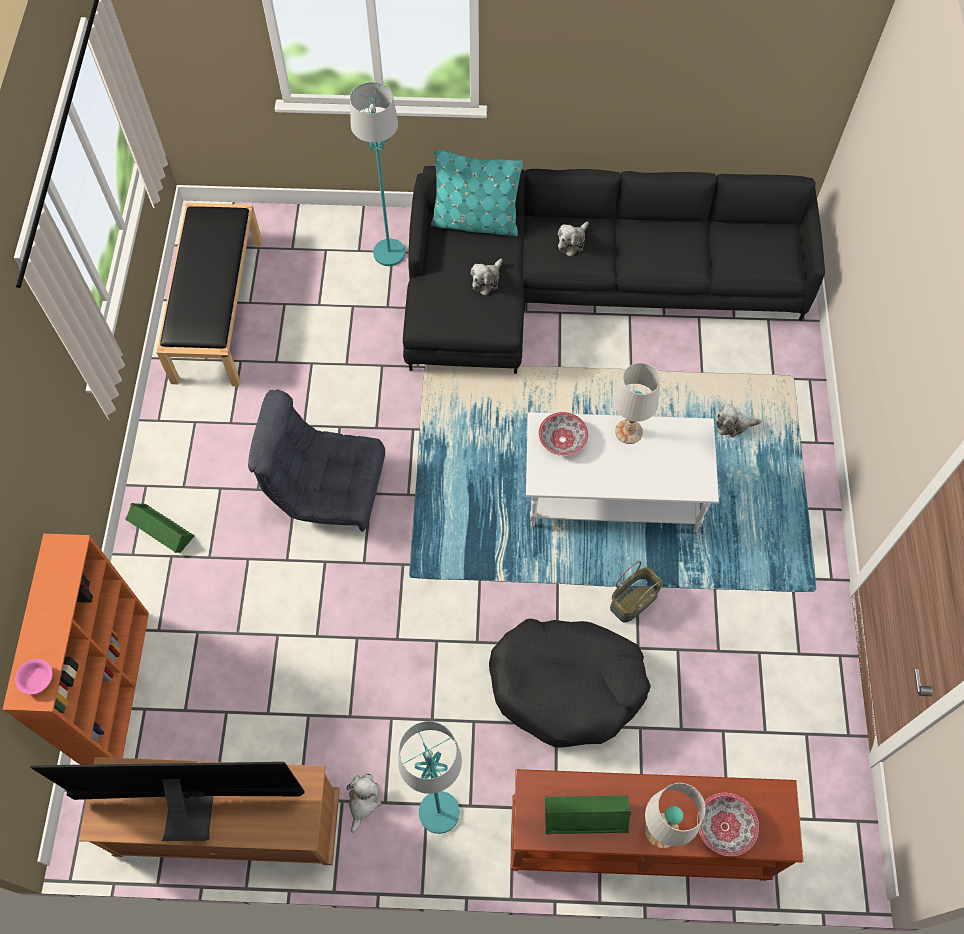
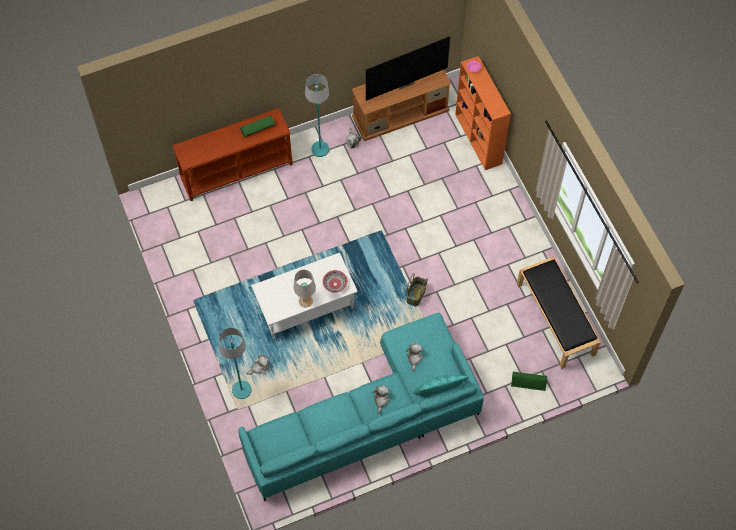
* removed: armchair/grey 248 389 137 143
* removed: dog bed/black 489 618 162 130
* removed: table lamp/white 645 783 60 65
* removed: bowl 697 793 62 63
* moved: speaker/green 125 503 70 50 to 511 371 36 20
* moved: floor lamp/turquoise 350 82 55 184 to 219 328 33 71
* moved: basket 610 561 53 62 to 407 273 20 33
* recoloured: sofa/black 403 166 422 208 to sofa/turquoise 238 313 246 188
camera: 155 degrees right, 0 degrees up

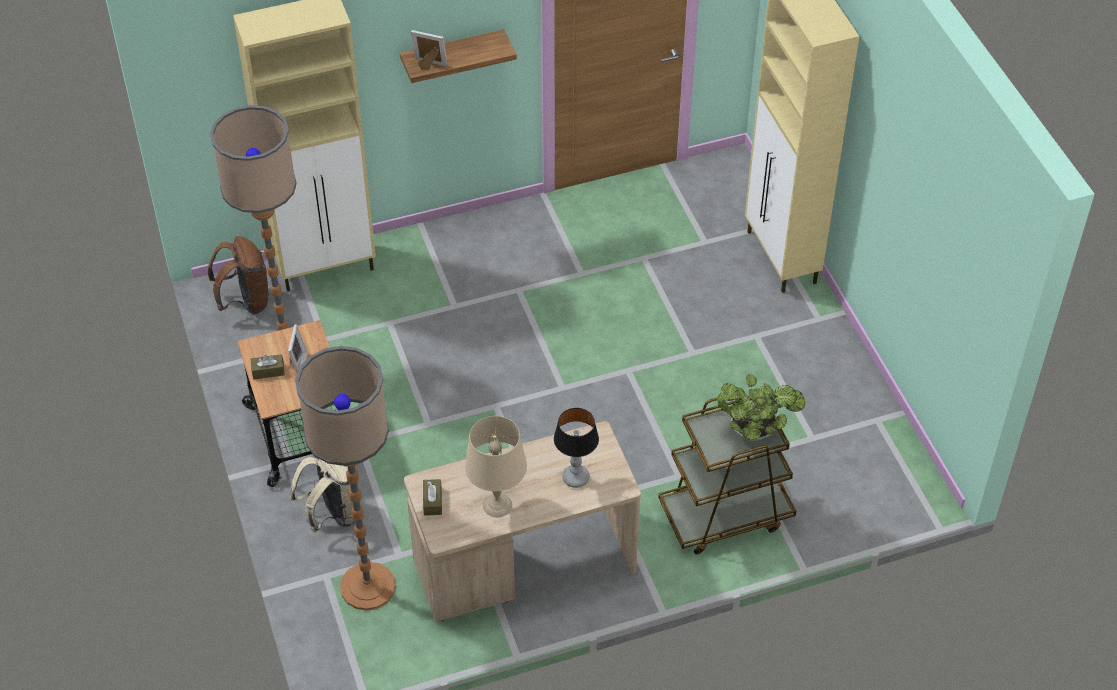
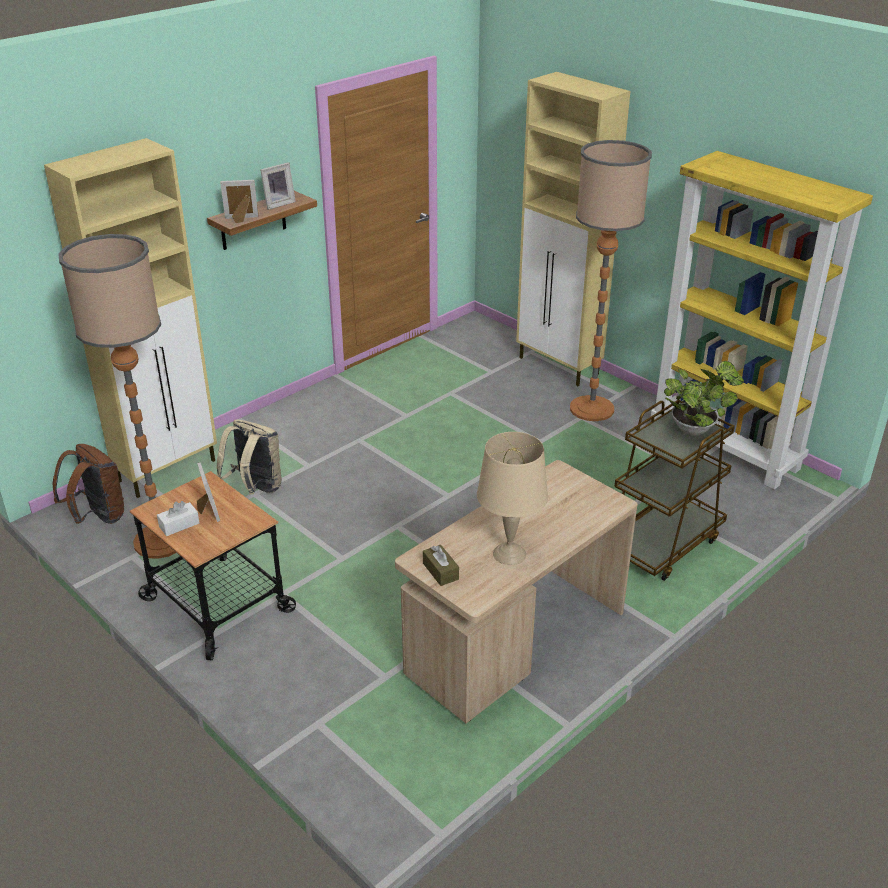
* removed: table lamp 554 408 45 80
* added: picture frame 260 162 36 48
* added: bookcase/yellow 651 151 222 339
* moved: backpack/beige 290 457 65 76 to 217 419 65 76
* moved: floor lamp 295 346 101 264 to 570 140 82 281
* recoloured: tissue box/brown 251 354 34 25 to tissue box/white 157 501 42 35
camera: 25 degrees left, 15 degrees down

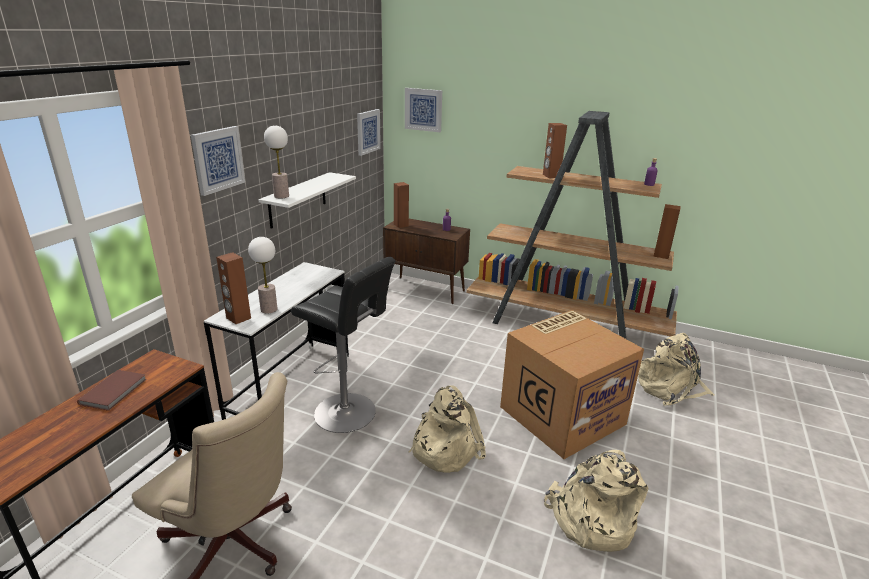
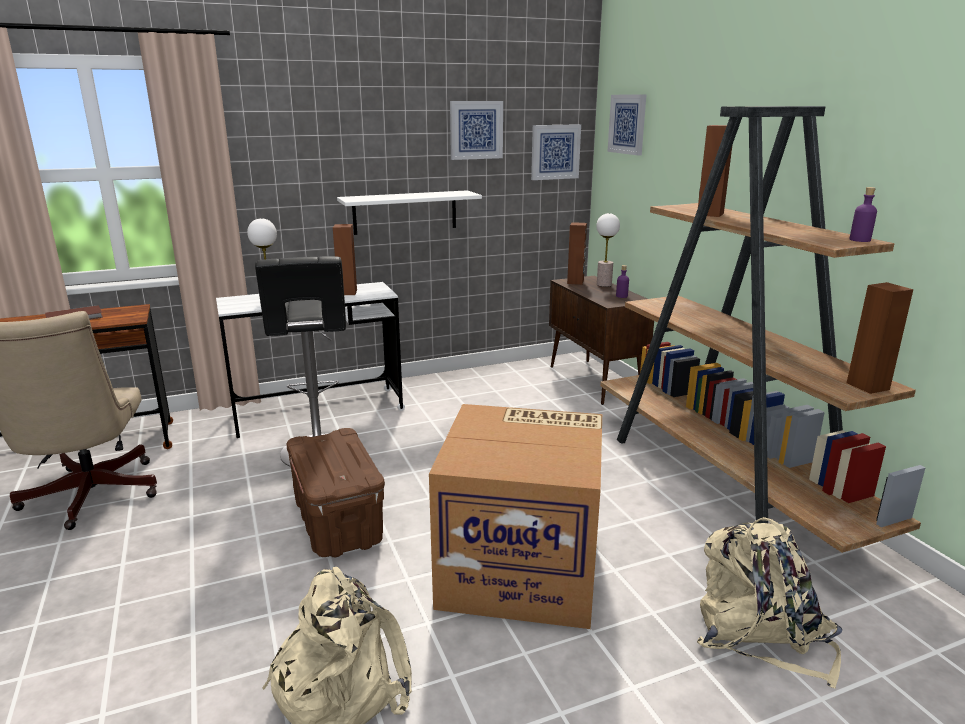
* moved: picture 191 126 54 70 to 450 101 53 59
* moved: speaker/brown 216 252 35 72 to 333 224 24 71
* moved: table lamp 264 125 25 74 to 596 213 24 74
* replaced: backpack/beige 409 385 77 88 to storage box/brown 286 428 99 130
camera: 45 degrees right, 5 degrees down

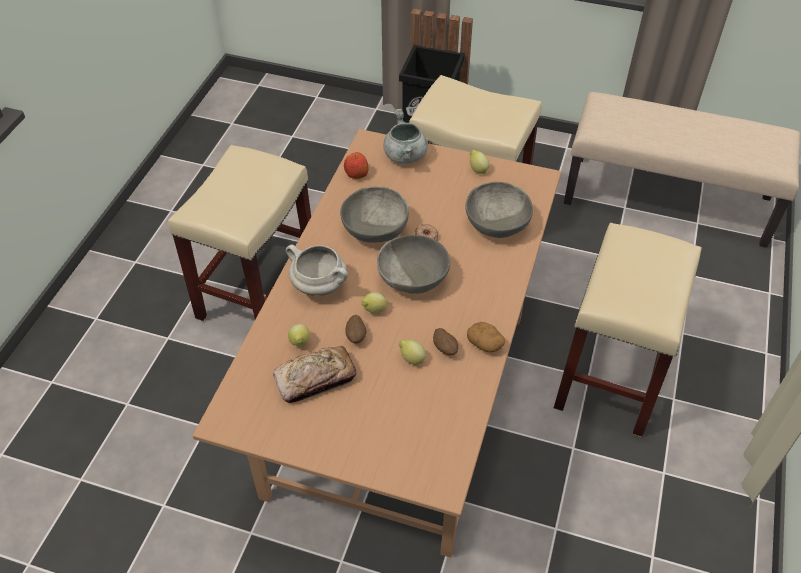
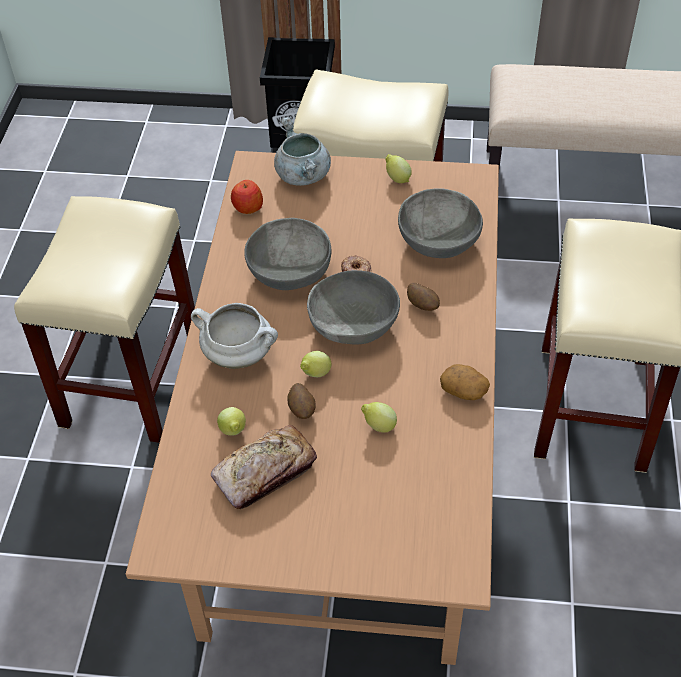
* moved: potato 433 328 25 27 to 407 283 33 28
camera: 10 degrees left, 0 degrees up

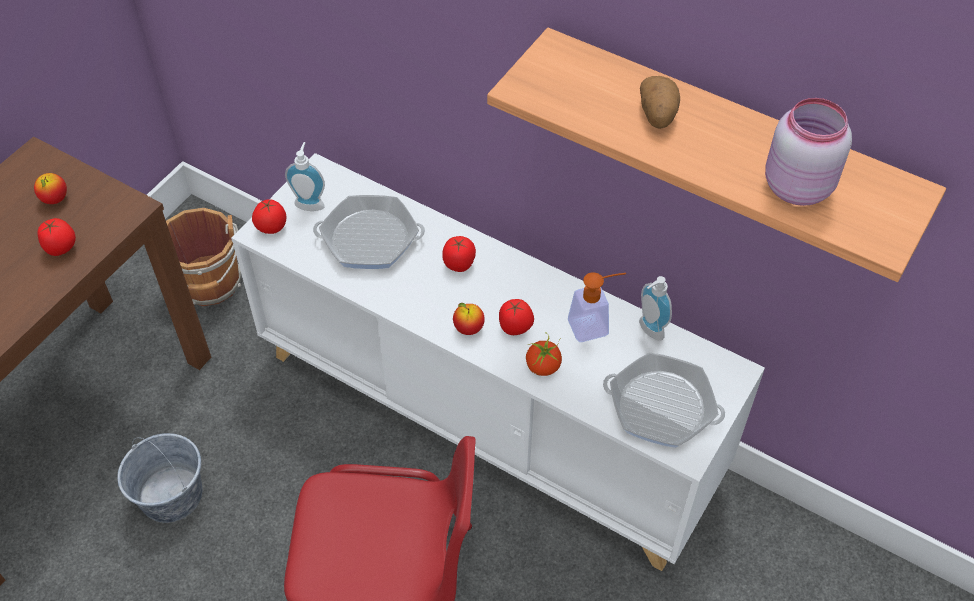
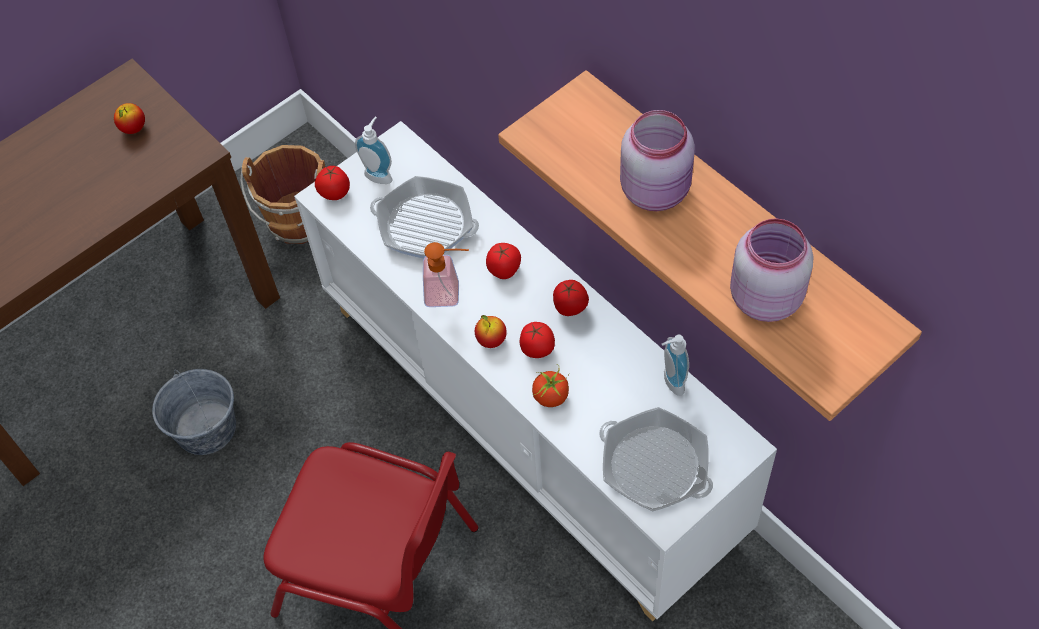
* moved: tomato 37 218 39 38 to 553 280 36 36
* moved: soap dispenser 568 272 58 70 to 423 242 46 65
* replaced: potato 640 76 40 53 to jar/pink 620 110 75 101
camera: 20 degrees right, 5 degrees up

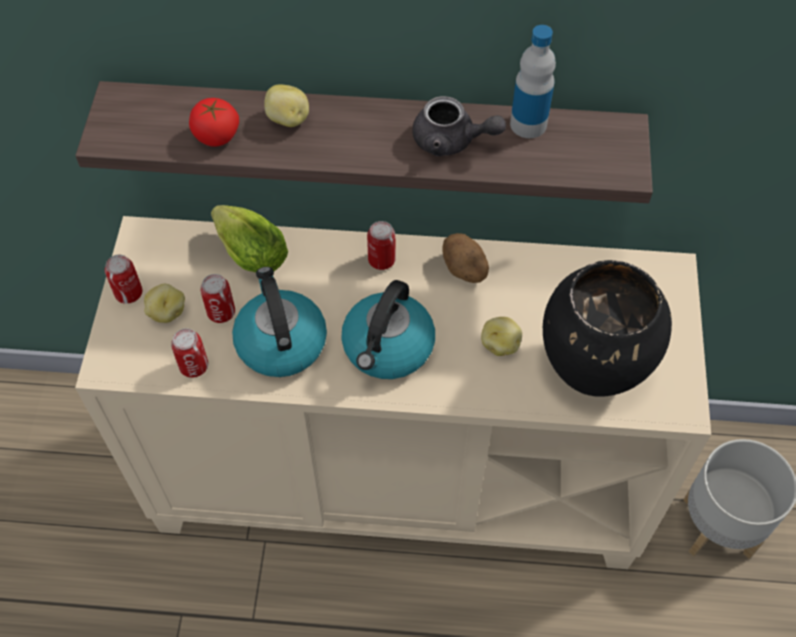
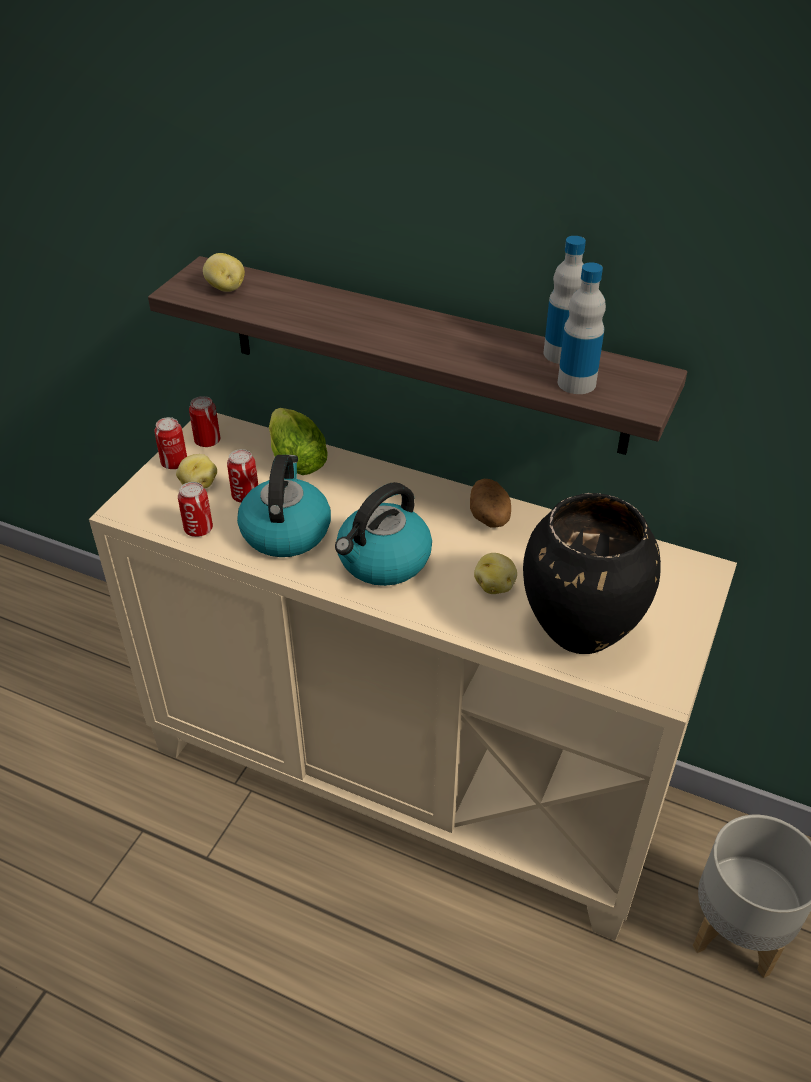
* removed: tomato 189 98 50 49
* removed: teapot/grey 413 96 93 60
* added: bottle 558 262 48 132
* moved: potato 264 84 45 43 to 203 253 42 39
* moved: can 367 221 29 49 to 189 396 31 51
camera: 20 degrees right, 15 degrees down

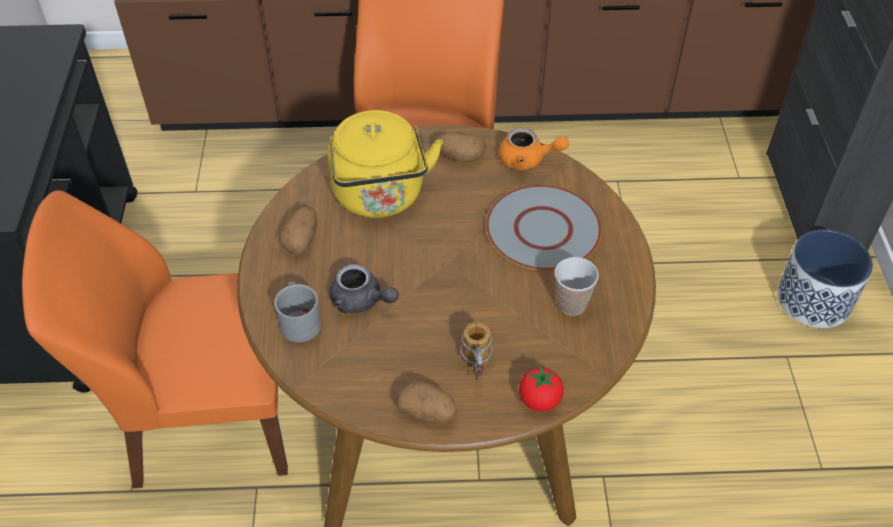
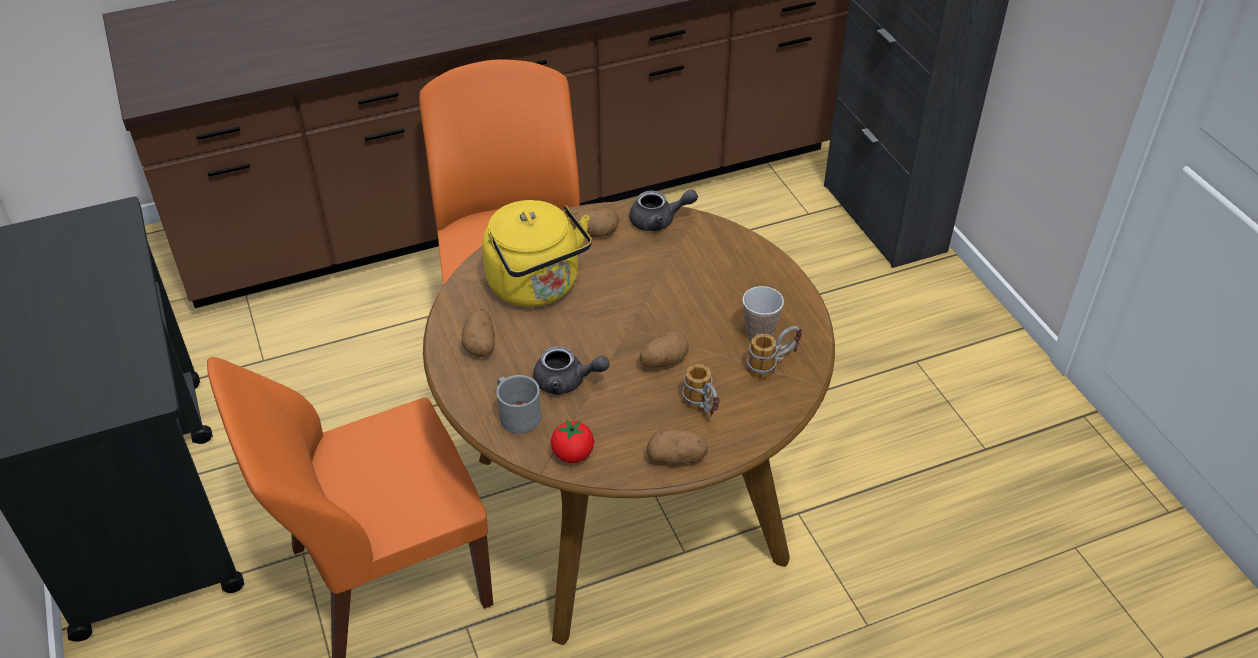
* removed: plate/grey 486 185 116 86
* removed: planter 777 230 96 98
* added: potato 640 330 49 38
* added: mug 747 326 55 53
* moved: tomato 519 366 45 46 to 551 419 43 44
* recoloured: teapot/orange 499 127 70 43 to teapot/grey 629 189 69 42
camera: 20 degrees left, 5 degrees down

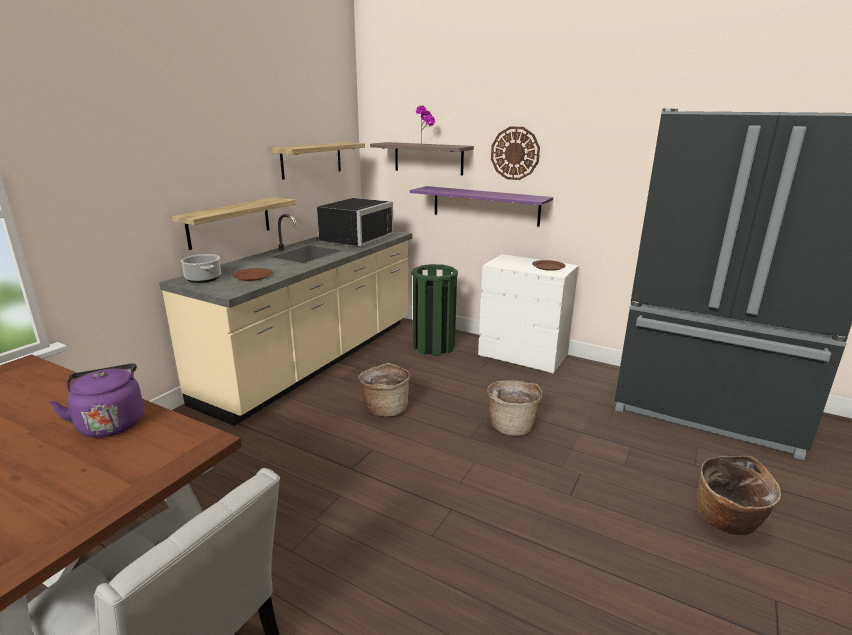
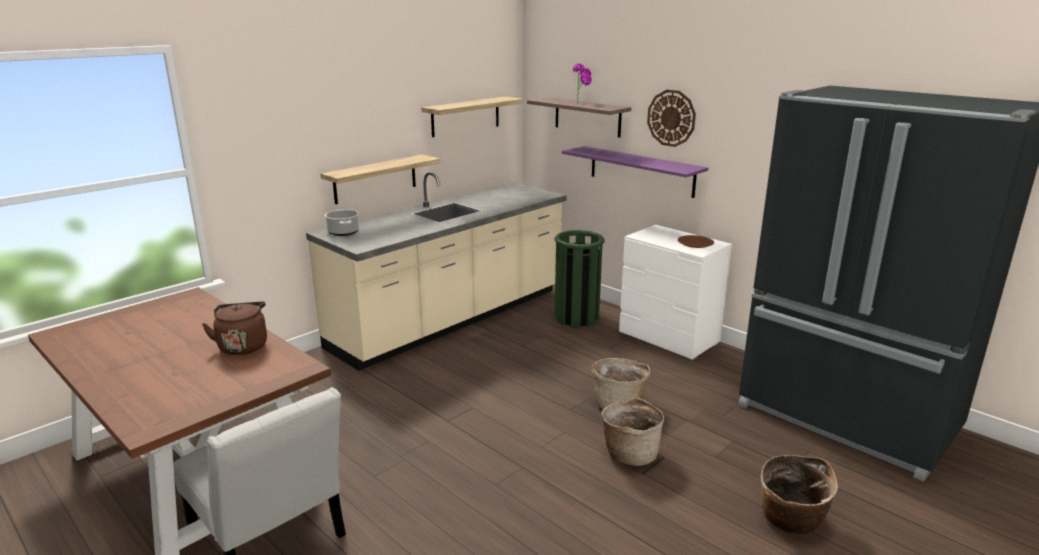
* removed: plate/brown 232 268 41 13
* removed: microwave/black 316 198 77 49
* moved: basket 359 363 51 53 to 602 398 62 68
* recoloured: kettle/purple 49 363 95 75 to kettle/brown 202 301 65 54
camera: 15 degrees right, 0 degrees up

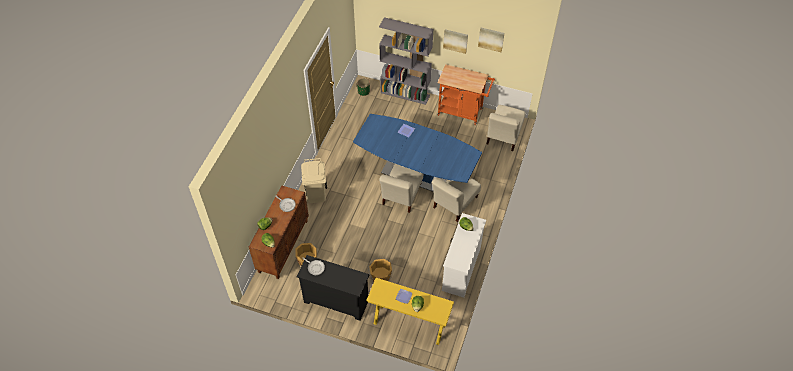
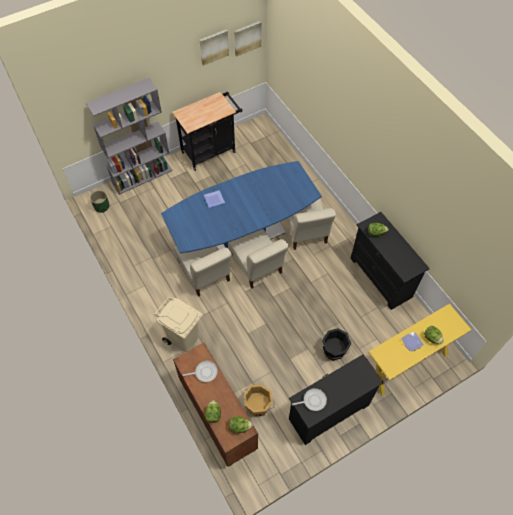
* moved: picture 443 29 25 25 to 234 21 27 36
* moved: chair/beige 487 105 39 46 to 174 246 58 51
* recoloured: bucket/orange 369 259 23 22 to bucket/black 321 328 31 33
* recoloured: cart/orange 437 64 58 61 to cart/black 172 92 70 79
* recoloured: dresser/white 442 213 44 85 to dresser/black 350 212 80 98
camera: 50 degrees left, 5 degrees up

